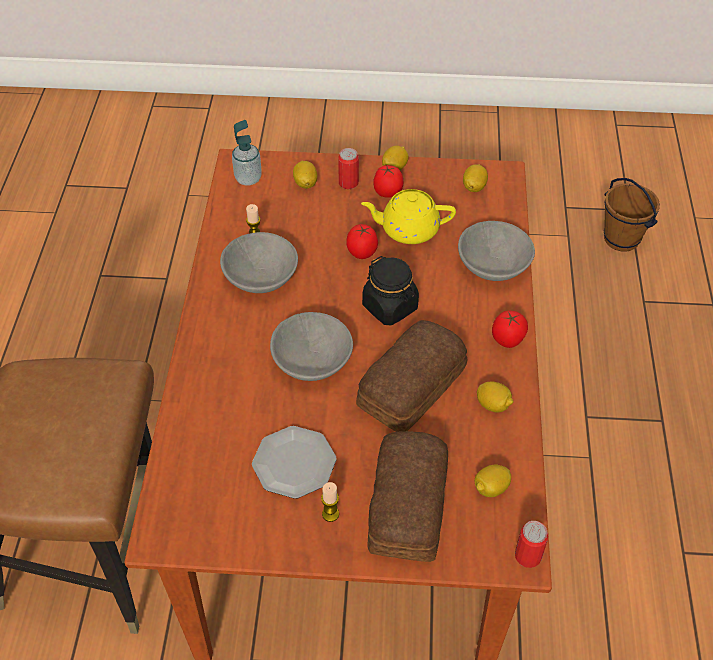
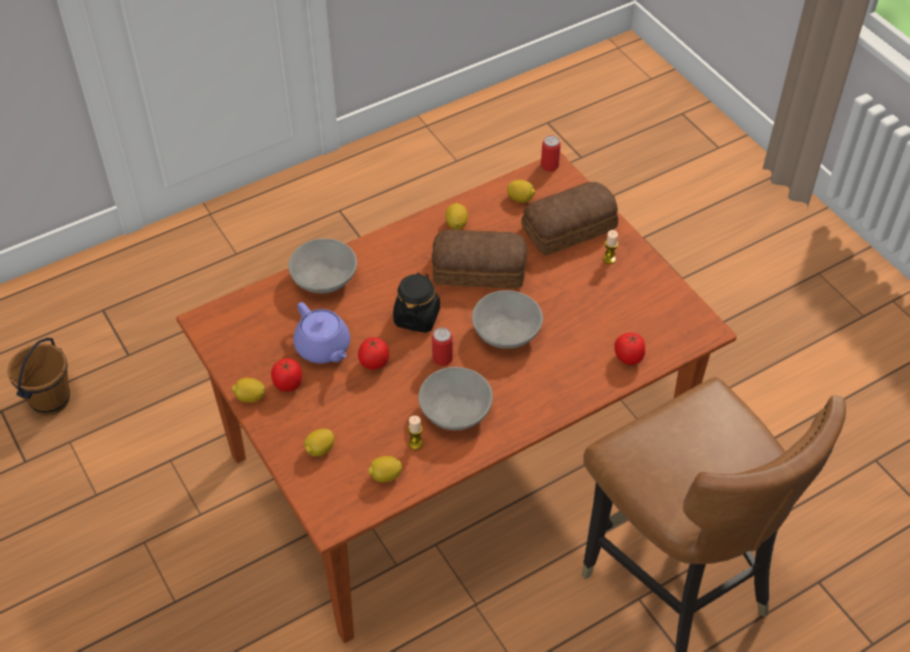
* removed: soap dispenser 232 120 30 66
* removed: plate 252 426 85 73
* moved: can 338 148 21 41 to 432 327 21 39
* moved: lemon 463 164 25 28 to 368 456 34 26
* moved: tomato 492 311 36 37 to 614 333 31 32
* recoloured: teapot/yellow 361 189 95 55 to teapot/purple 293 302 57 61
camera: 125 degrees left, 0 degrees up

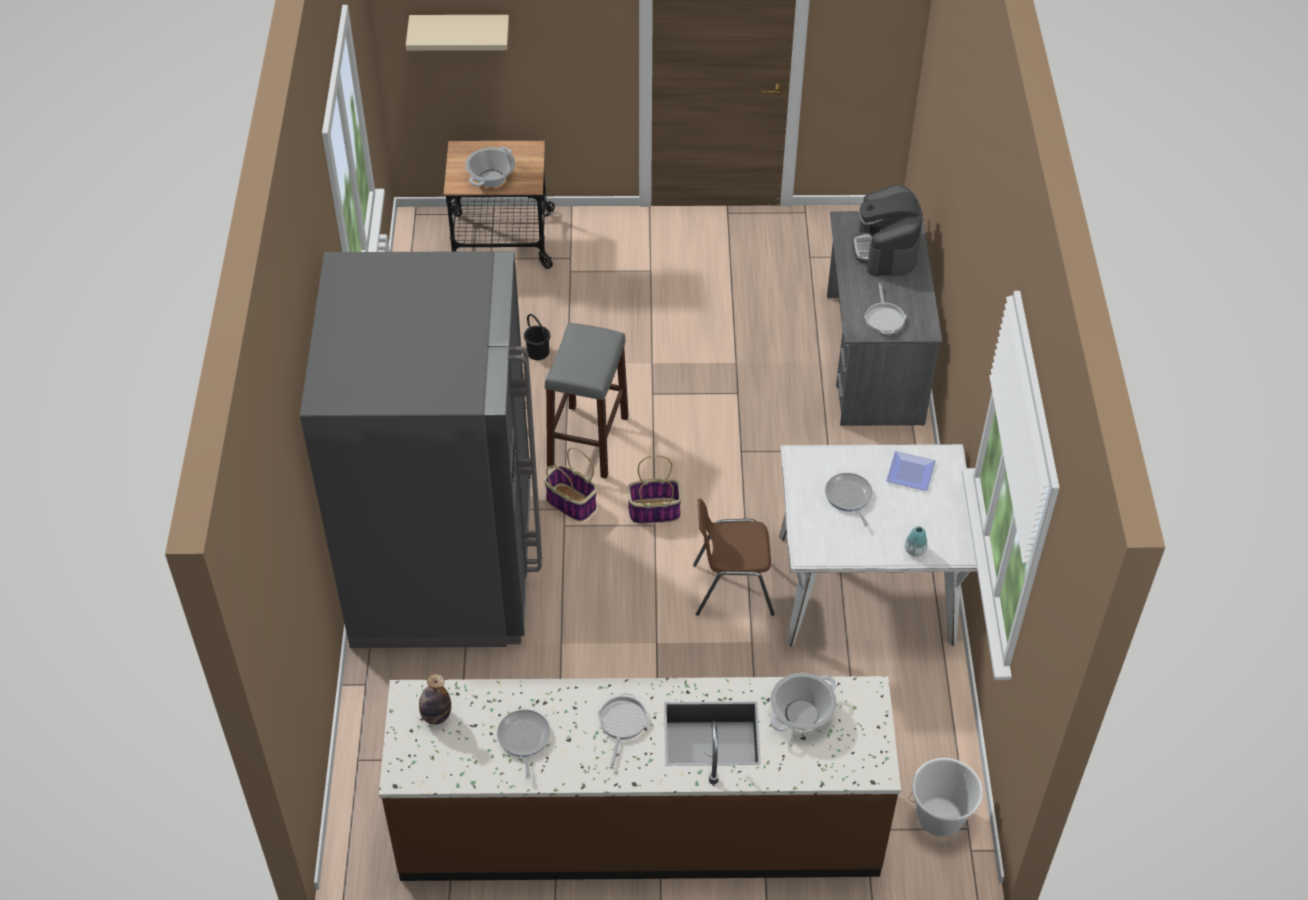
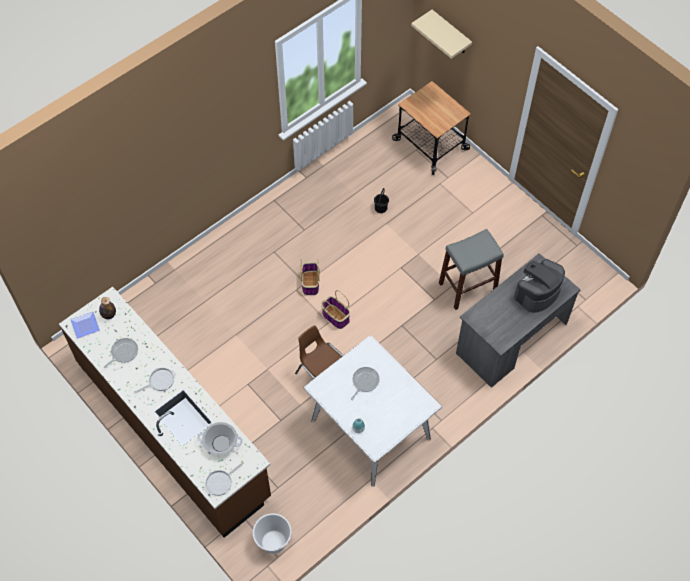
* removed: fridge/grey 300 251 242 397
* removed: cooking pot 465 147 50 40
* moved: stool/grey 545 323 84 156 to 439 229 65 81
* moved: frying pan 864 283 43 51 to 205 462 39 34
* moved: plate 886 451 50 40 to 71 312 29 27
camera: 50 degrees right, 10 degrees up

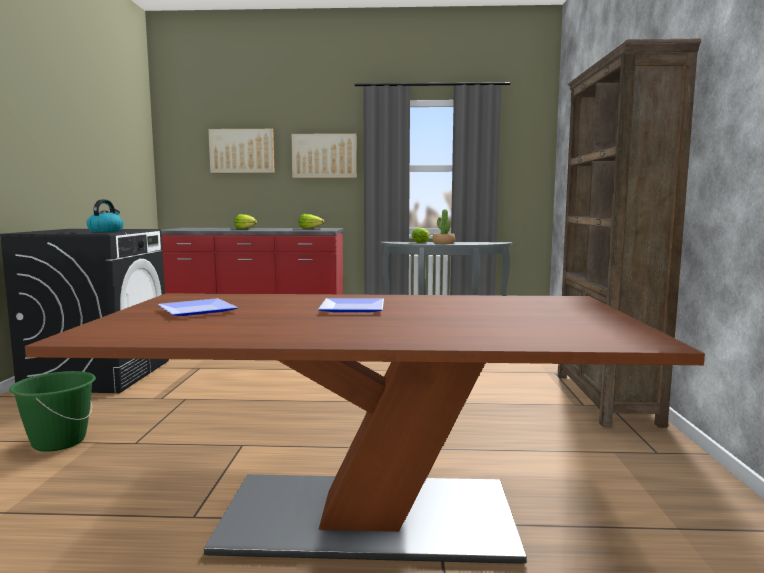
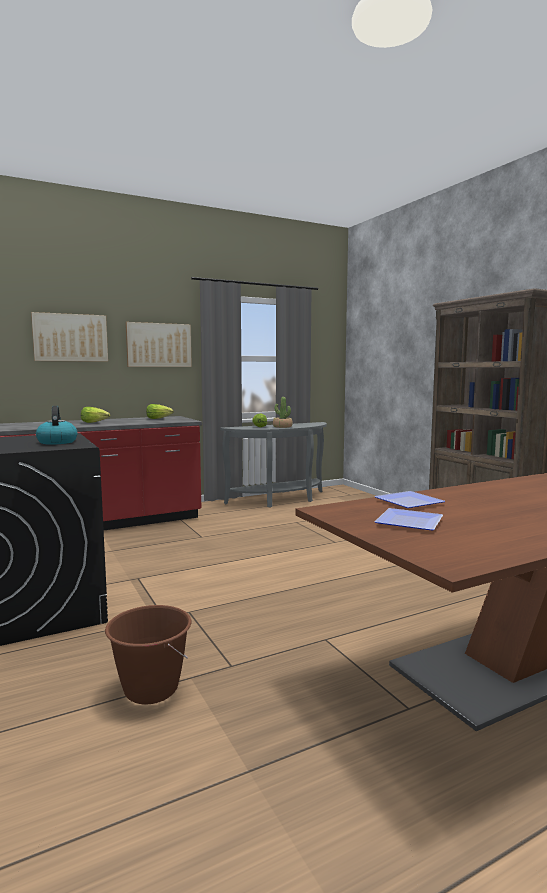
* moved: plate 318 298 66 14 to 374 491 71 17
* recoloured: bucket/green 9 371 87 81 to bucket/brown 105 605 86 100
camera: 30 degrees left, 0 degrees up

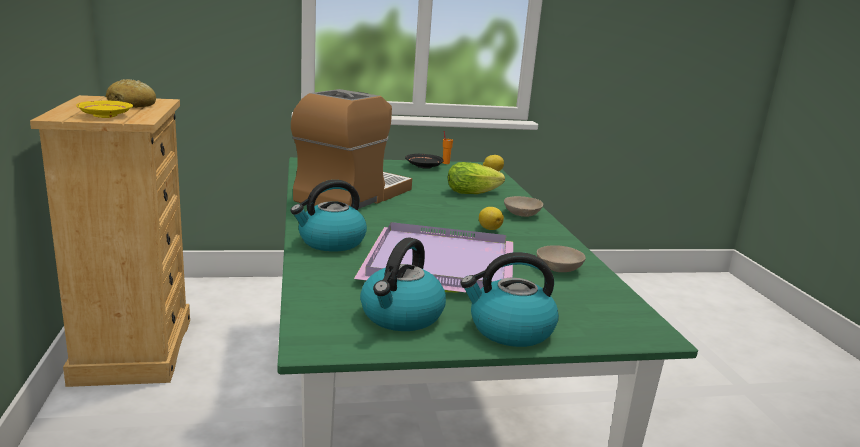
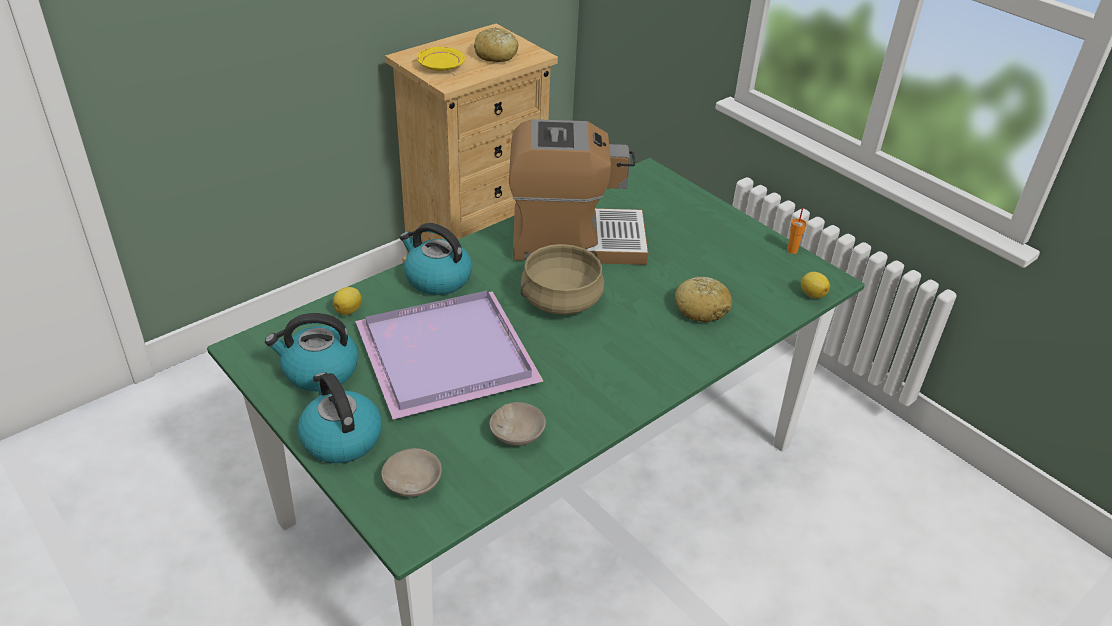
* removed: plate/black 405 154 39 15
* added: cooking pot/beige 520 244 84 71
* moved: lemon 479 207 25 23 to 333 287 29 28
* moved: bowl/beige 504 196 39 21 to 381 448 61 49
* replaced: lettuce 448 162 57 32 to bread 675 277 57 45
camera: 60 degrees right, 20 degrees up

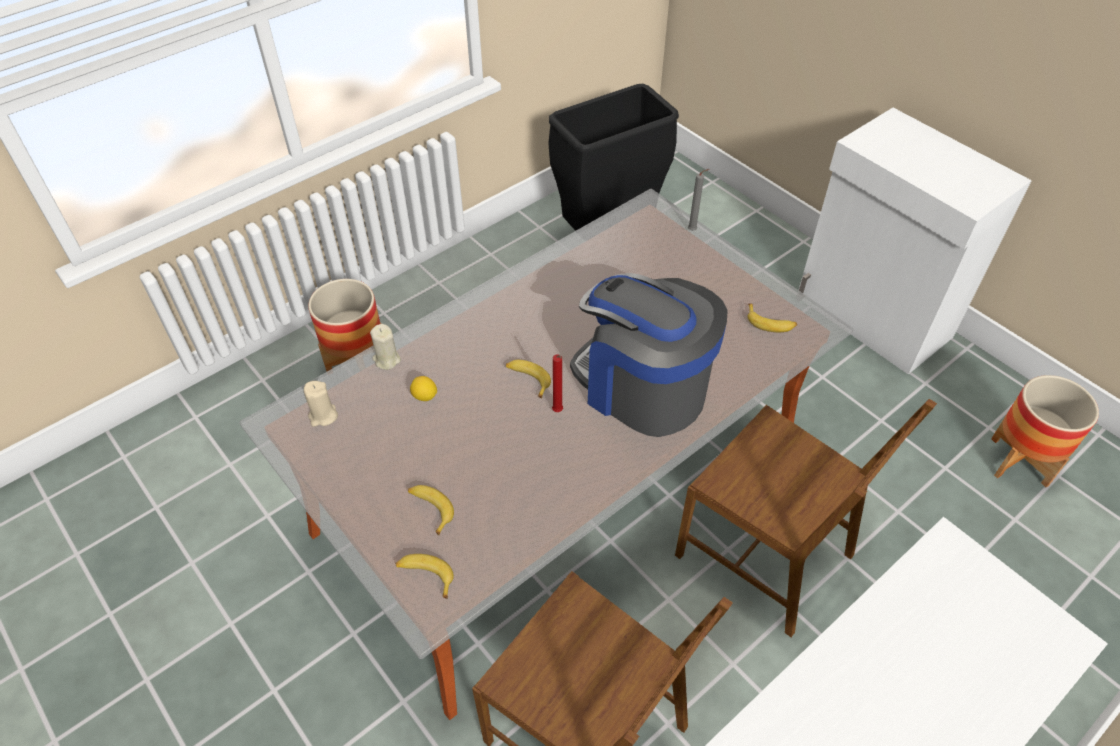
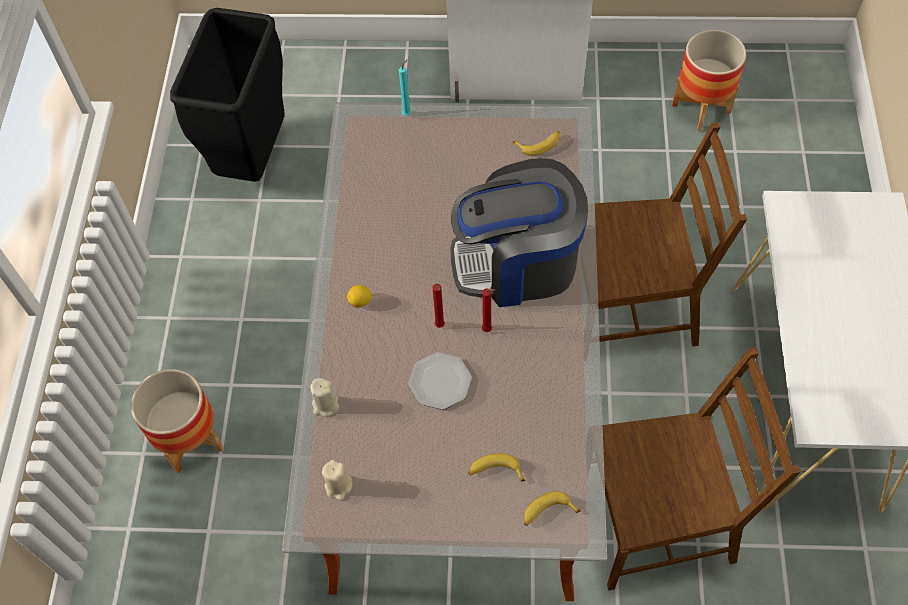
* added: plate 408 352 64 58
* moved: lemon 410 376 27 25 to 347 285 24 23
* replaced: banana 506 360 45 38 to candle/red 433 284 12 44
* recoloured: candle/grey 688 169 21 62 to candle/turquoise 399 59 12 57
camera: 45 degrees left, 10 degrees up

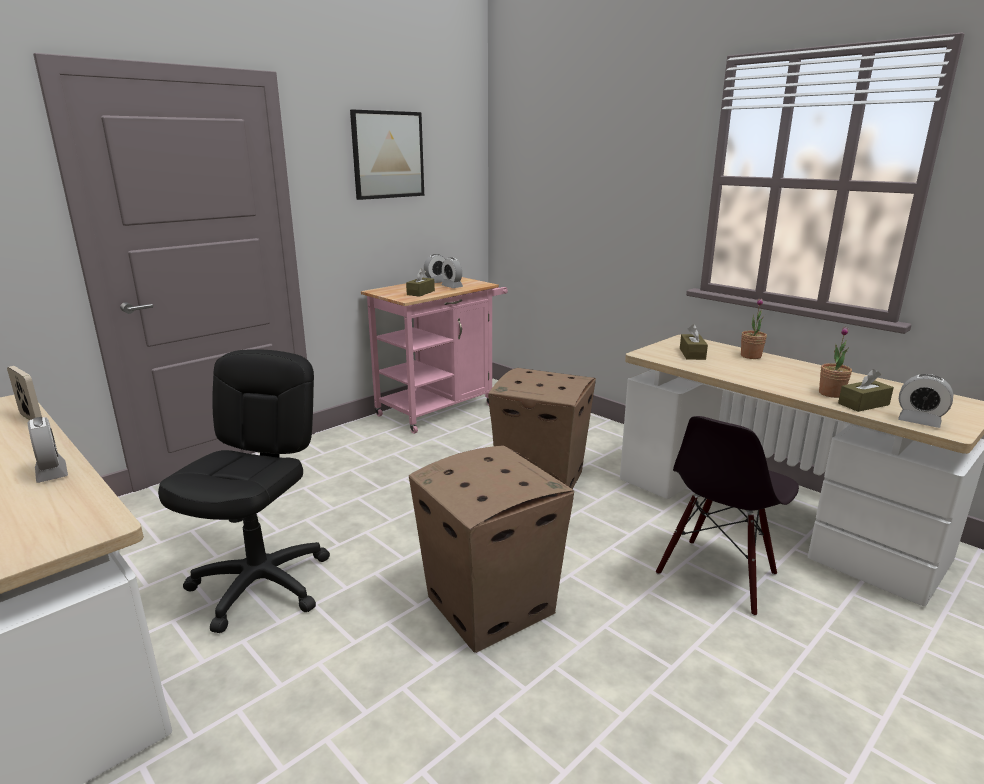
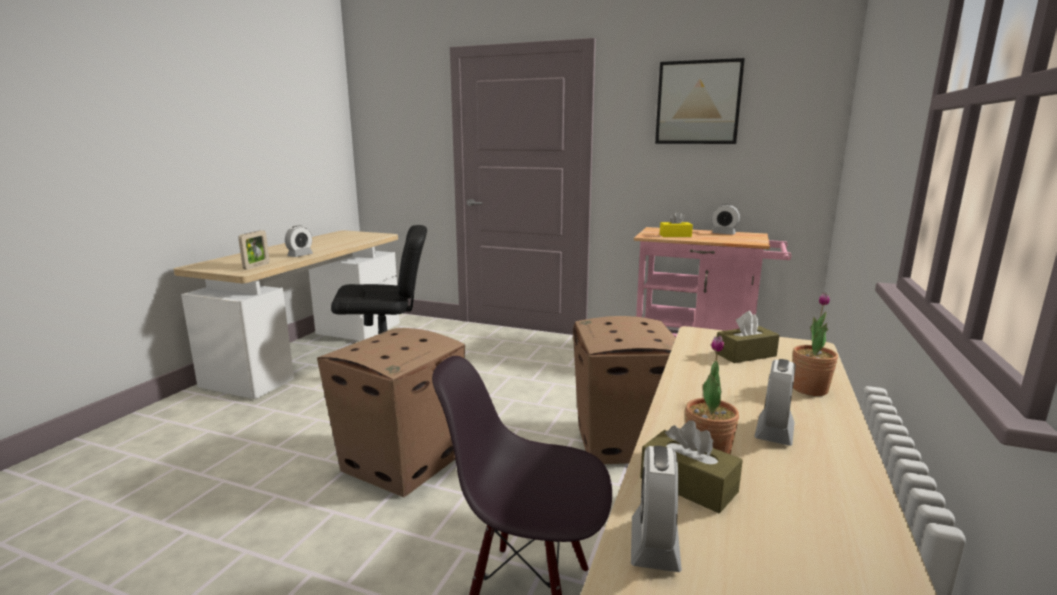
* moved: picture frame 7 366 35 54 to 238 230 31 40
* moved: alarm clock 442 258 21 30 to 754 359 42 87
* recoloured: tissue box/brown 406 268 29 29 to tissue box/yellow 660 211 33 26
camera: 65 degrees right, 5 degrees down

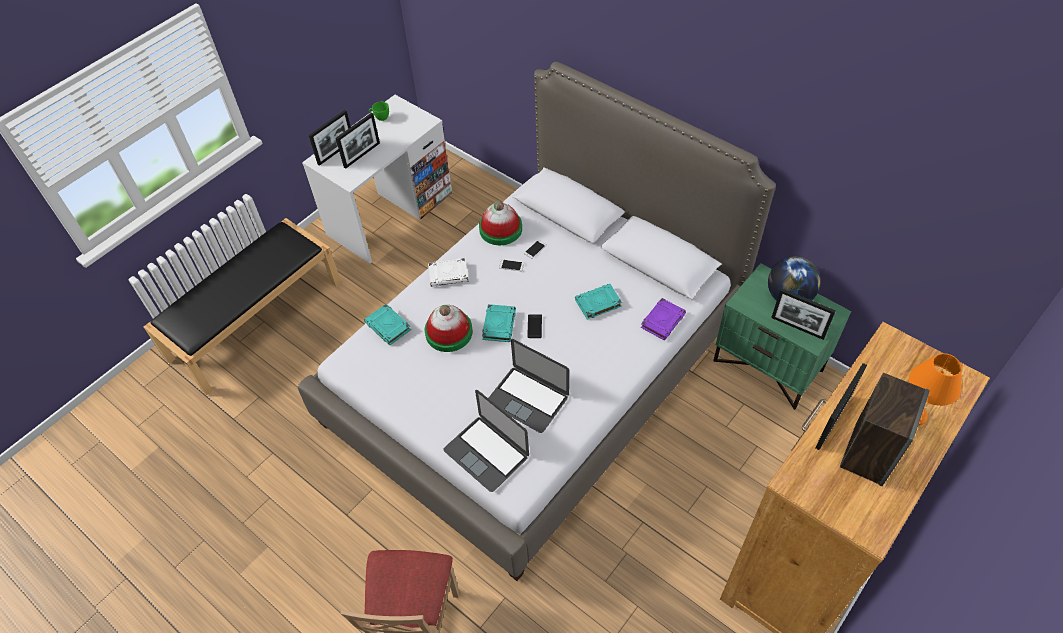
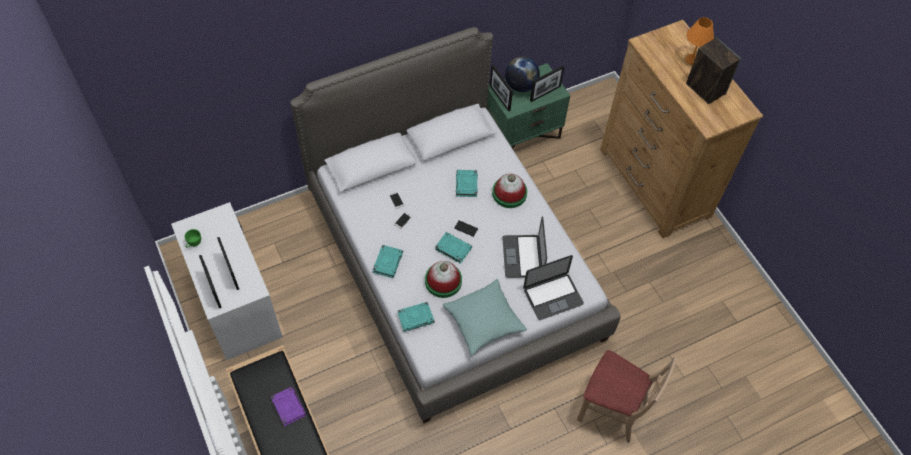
* added: pillow/turquoise 442 279 85 77
* moved: hat 479 201 43 44 to 492 173 35 35
* moved: book/purple 641 298 45 42 to 271 387 35 39
* moved: picture frame 815 363 52 87 to 490 65 23 46
* recoloured: book/white 428 258 41 29 to book/turquoise 373 245 30 33
* turned: laptop 488 339 81 94 = 502 217 45 61 120 degrees clockwise
camera: 70 degrees left, 5 degrees up

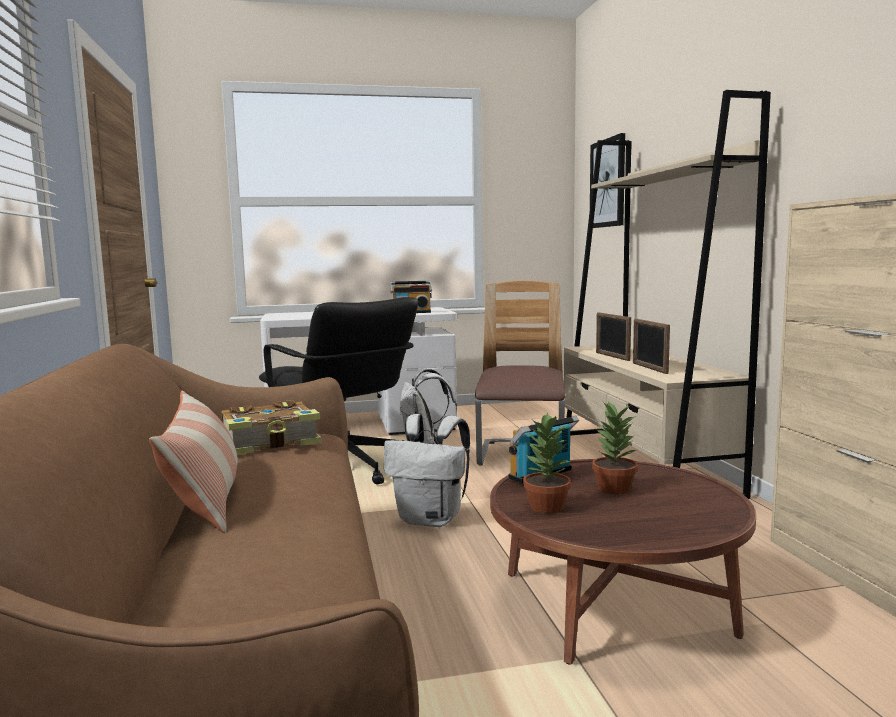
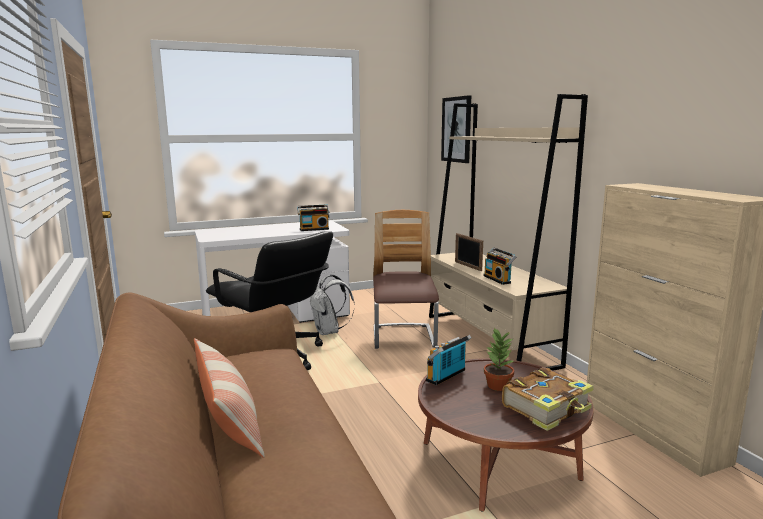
* removed: backpack/white 384 414 86 113
* removed: potted plant 523 412 48 101
* moved: book 222 400 99 55 to 502 368 92 63
* replaced: picture frame 633 319 37 55 to radio 483 248 33 37
camera: 10 degrees left, 5 degrees up

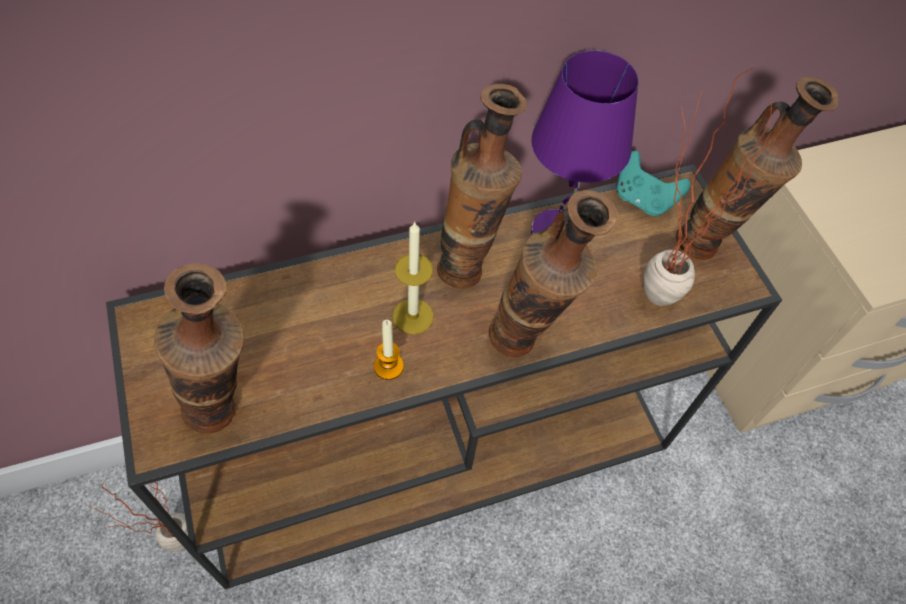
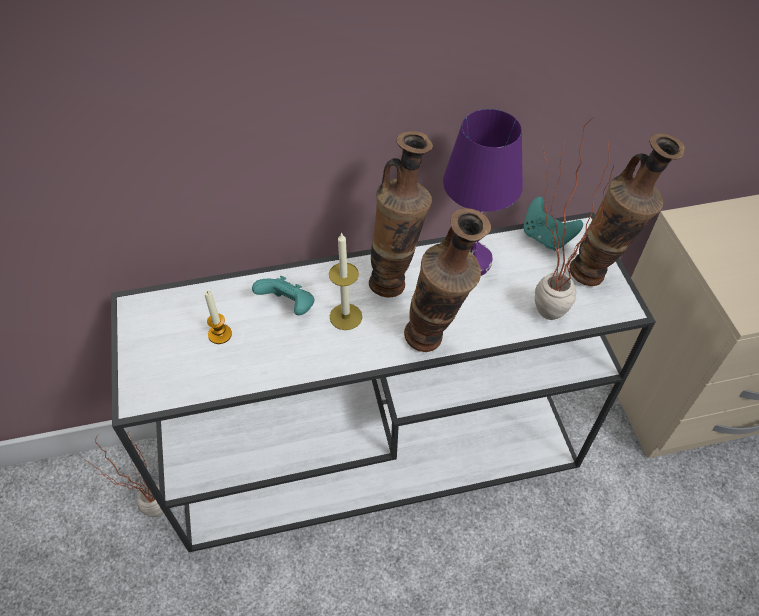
* removed: vase 154 263 90 170
* added: game controller/turquoise 252 276 62 39
* moved: candle 374 320 30 60 to 204 291 28 53
* recoloured: console table/brown 106 165 676 424 to console table/white 111 212 545 340
camera: 10 degrees right, 5 degrees down

